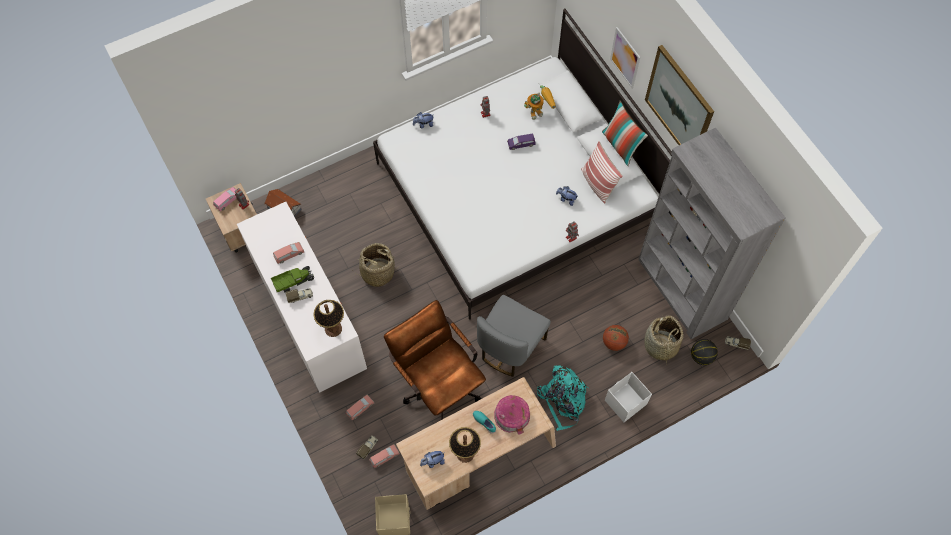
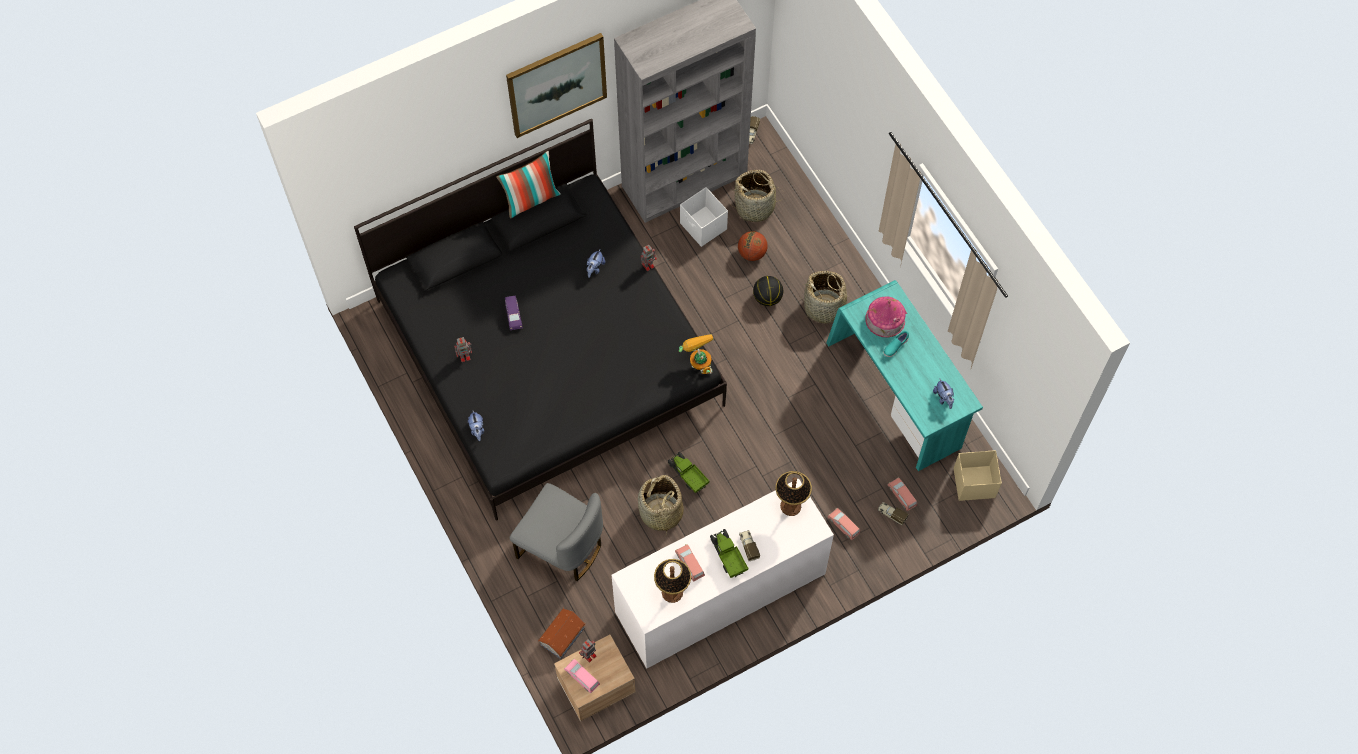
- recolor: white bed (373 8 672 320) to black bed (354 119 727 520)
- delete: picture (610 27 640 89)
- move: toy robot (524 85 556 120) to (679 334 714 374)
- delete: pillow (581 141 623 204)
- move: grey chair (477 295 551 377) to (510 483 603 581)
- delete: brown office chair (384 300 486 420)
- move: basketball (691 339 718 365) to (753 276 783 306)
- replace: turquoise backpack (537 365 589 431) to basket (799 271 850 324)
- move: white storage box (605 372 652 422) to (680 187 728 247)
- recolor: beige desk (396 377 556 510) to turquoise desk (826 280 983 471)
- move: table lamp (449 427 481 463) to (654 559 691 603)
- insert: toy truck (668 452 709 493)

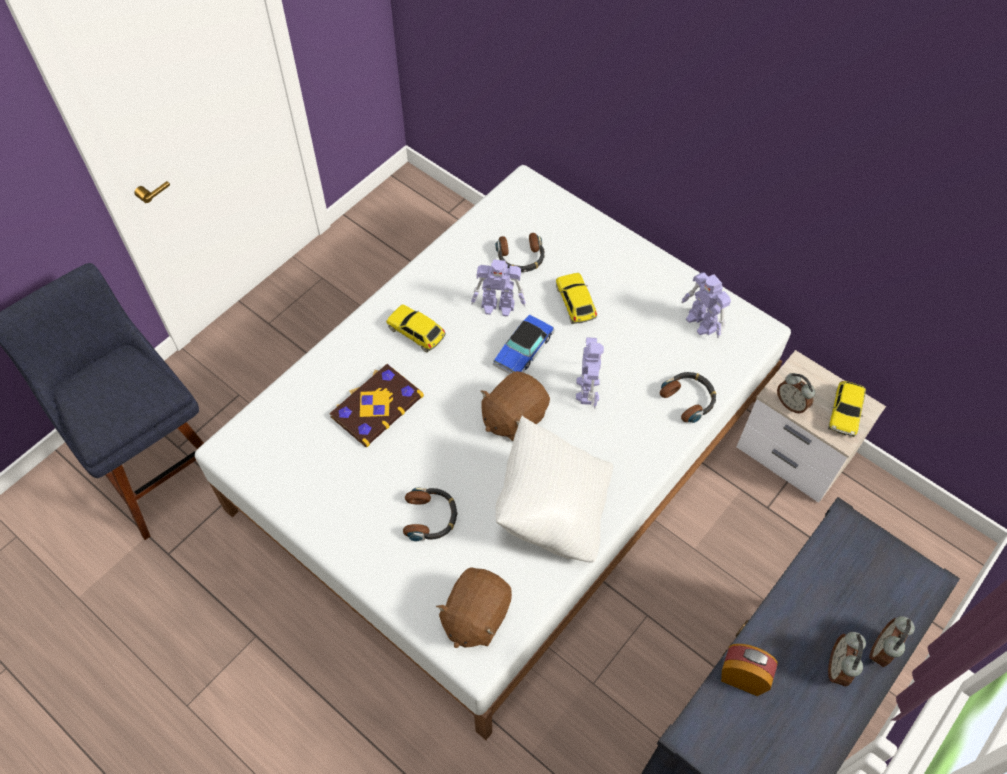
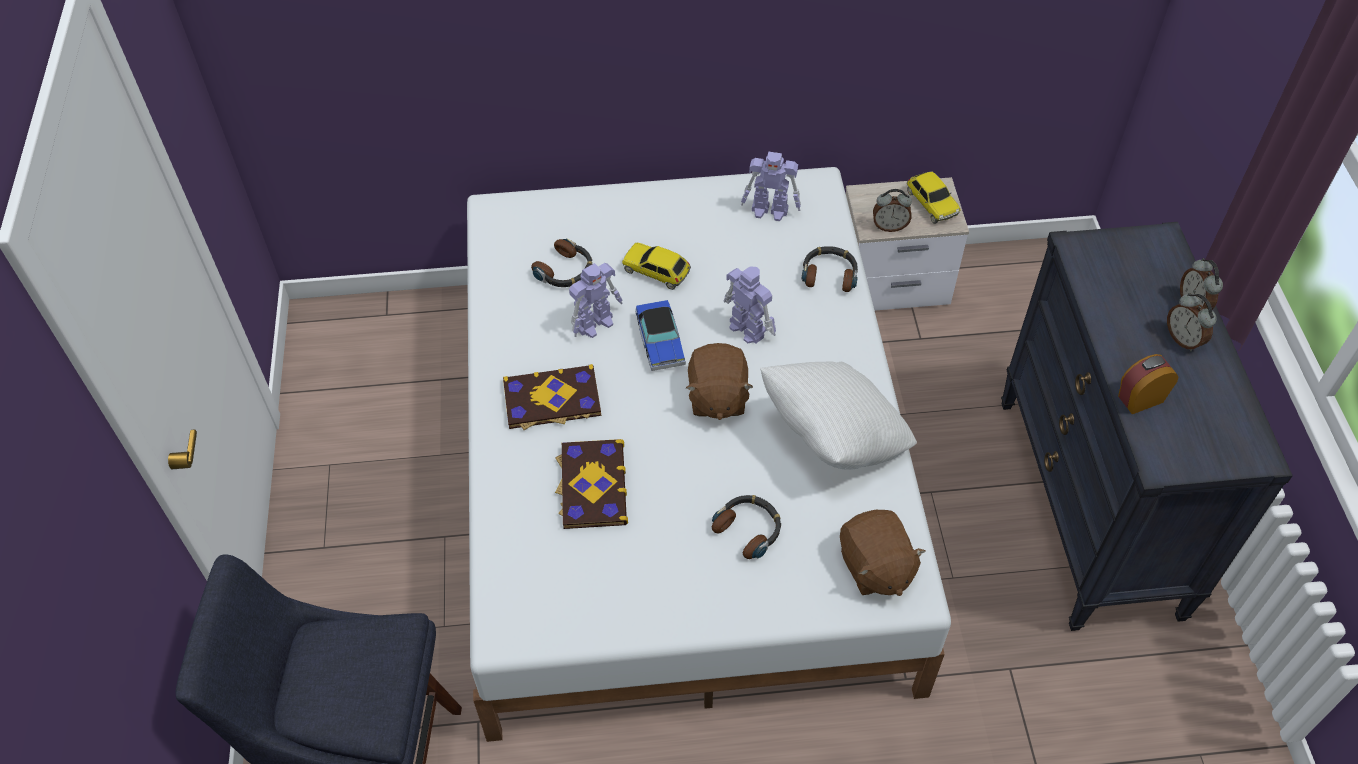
- replace: toy car (386 305 446 352) to book (503 364 601 430)

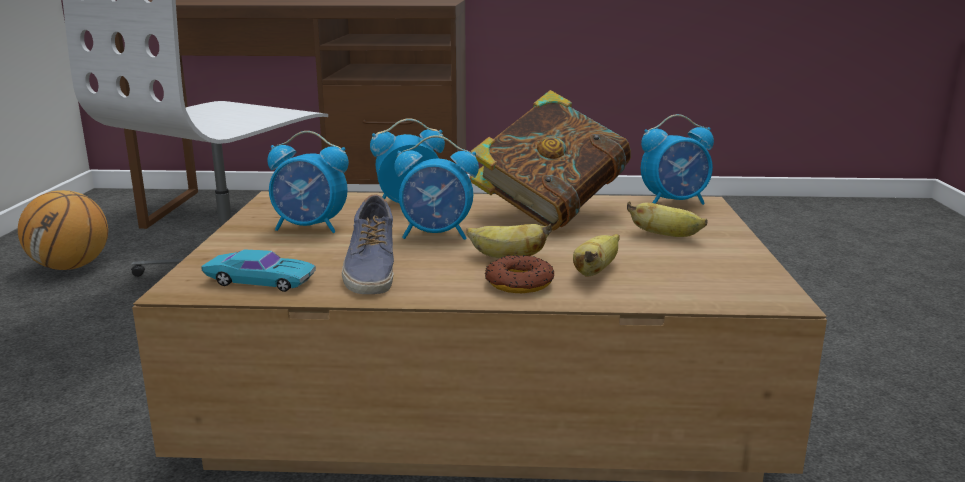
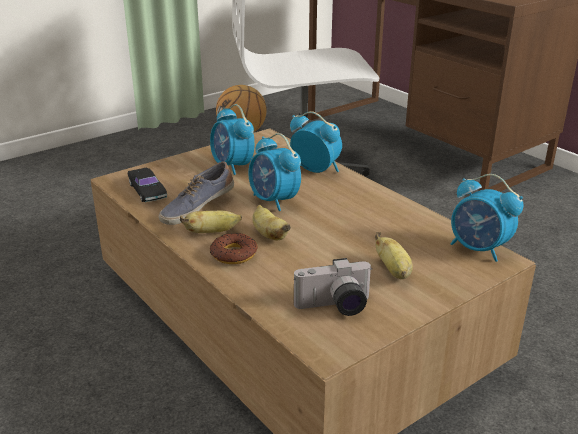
- delete: book (470 90 631 230)
- move: banana (573 234 620 277) to (180 211 242 233)
- recolor: turquoise toy car (201 250 316 292) to black toy car (128 168 167 202)
- insert: photo camera (294 258 373 316)

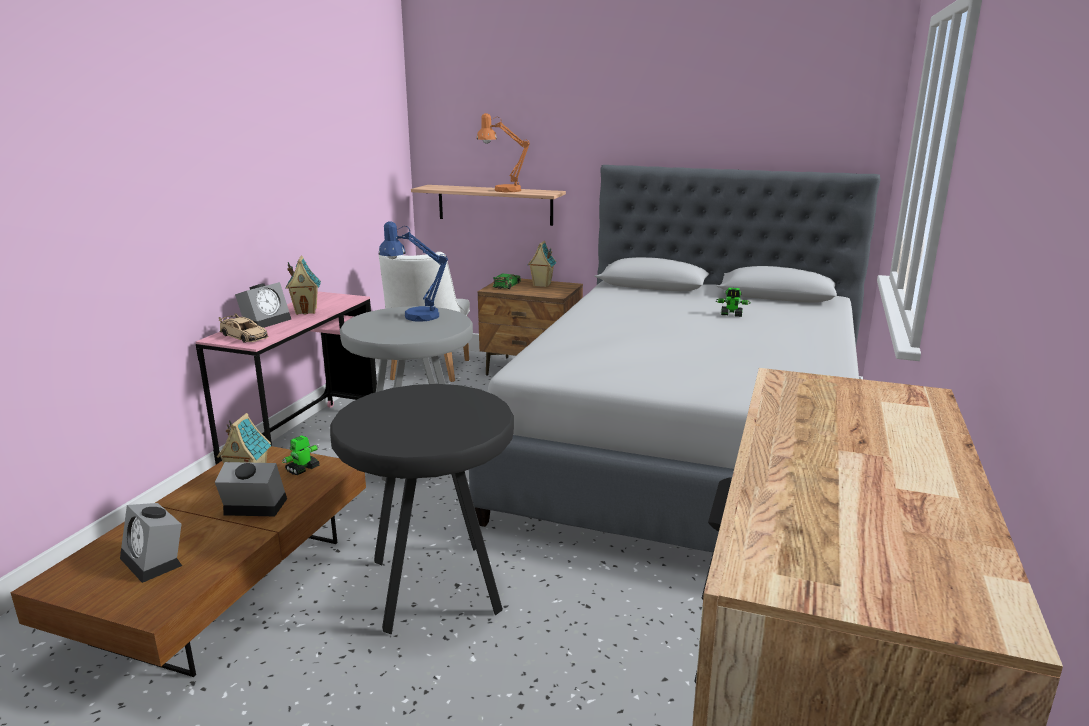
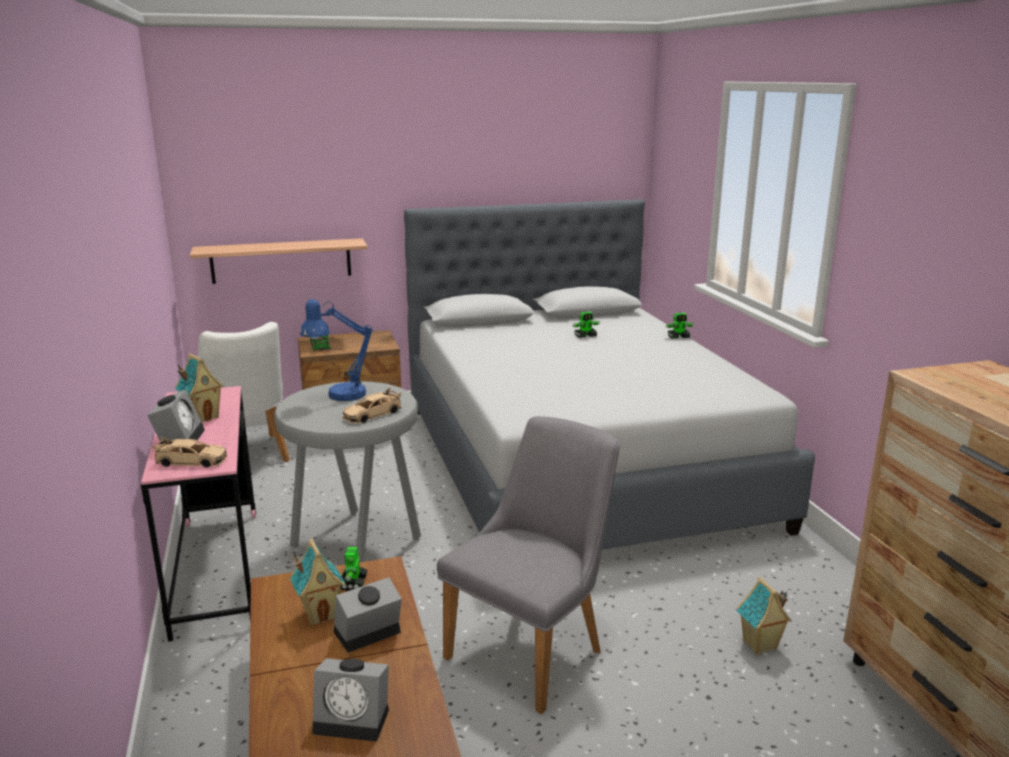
- delete: orange table lamp (477 113 530 192)
- move: toy house (528 241 557 287) to (737 577 792 655)
- replace: black stool (330 384 514 634) to grey chair (437 416 620 714)
- insert: toy robot (665 313 694 339)
- insert: beige toy car (343 388 402 423)

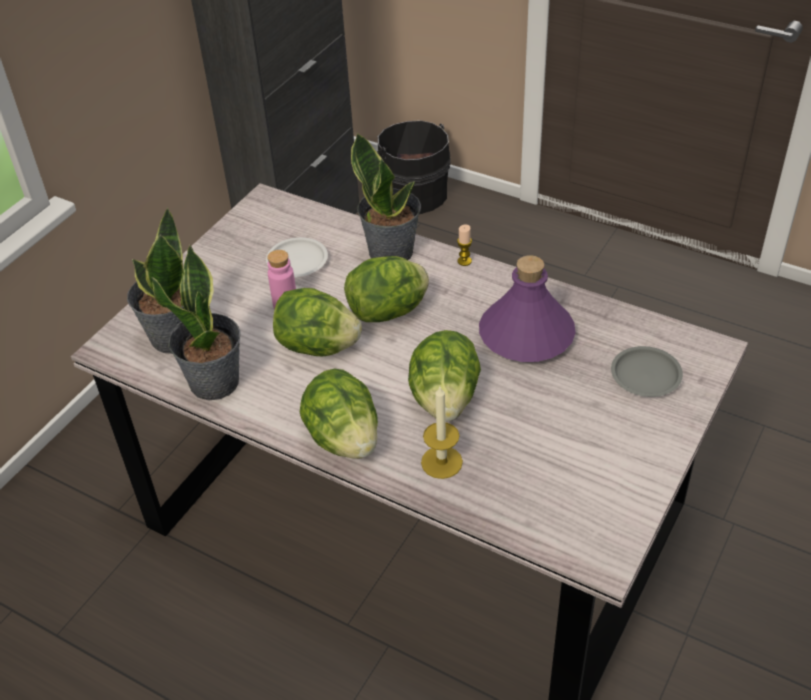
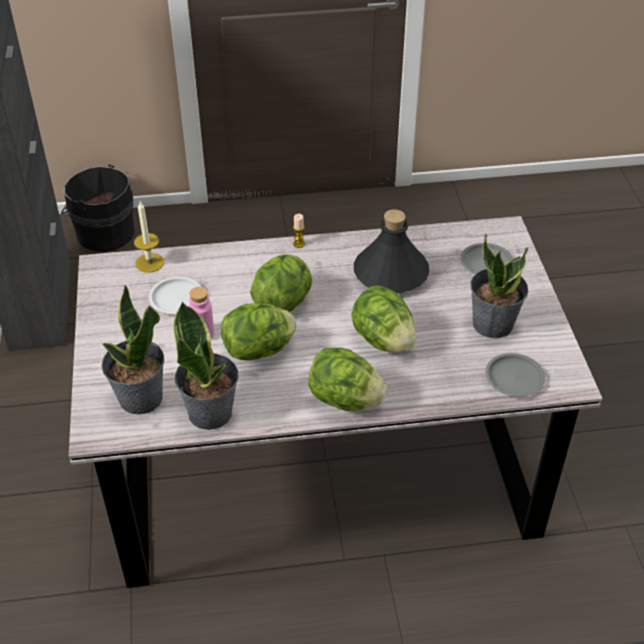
- move: potted plant (351 132 421 260) to (470 233 528 339)
- recolor: purple bottle (479 255 576 362) to black bottle (354 209 429 294)
- move: candle (421 387 463 479) to (134 202 164 273)
- insert: grey plate (485 353 545 397)

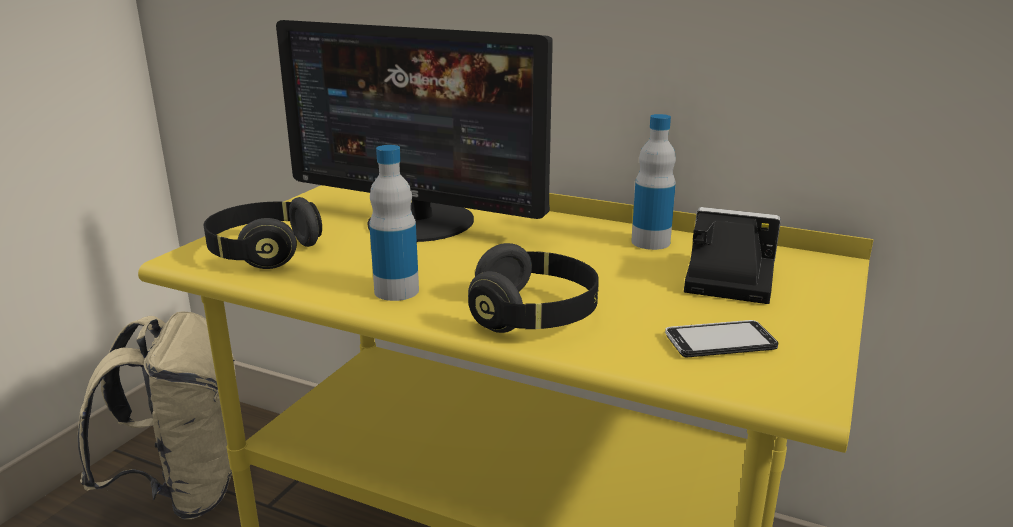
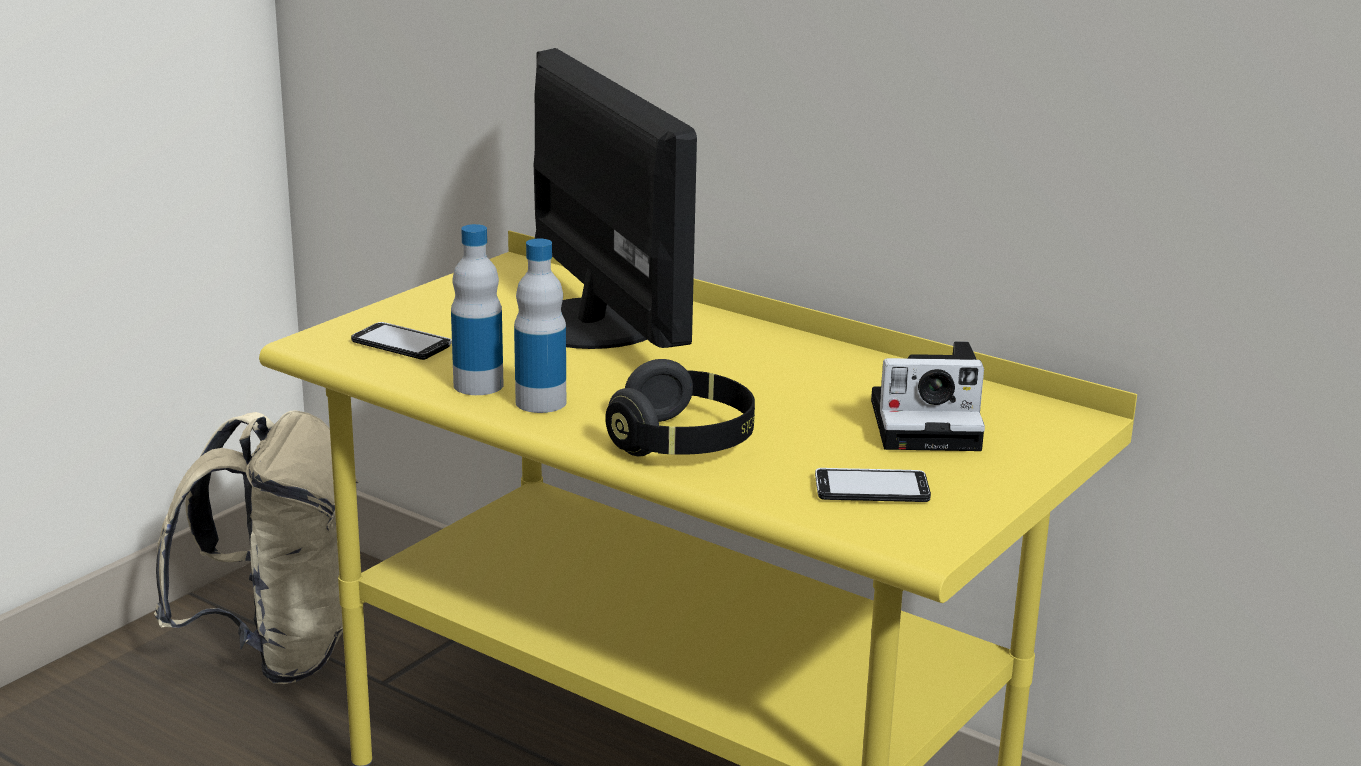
- rotate: monitor (276 20 553 242) = (533 48 697 349) 150 degrees counterclockwise
- move: bottle (631 114 676 250) to (451 224 503 395)
- replace: black headphones (204 197 322 269) to phone (351 322 452 360)
- rotate: photo camera (684 207 781 304) = (871 341 985 451) 150 degrees clockwise

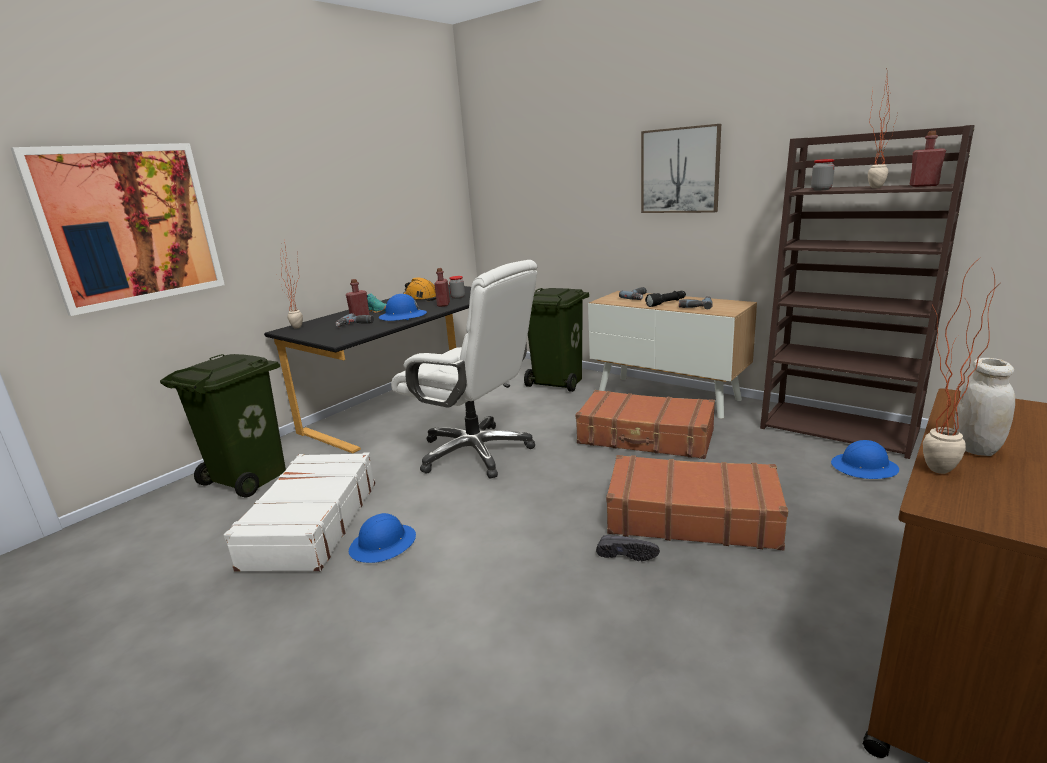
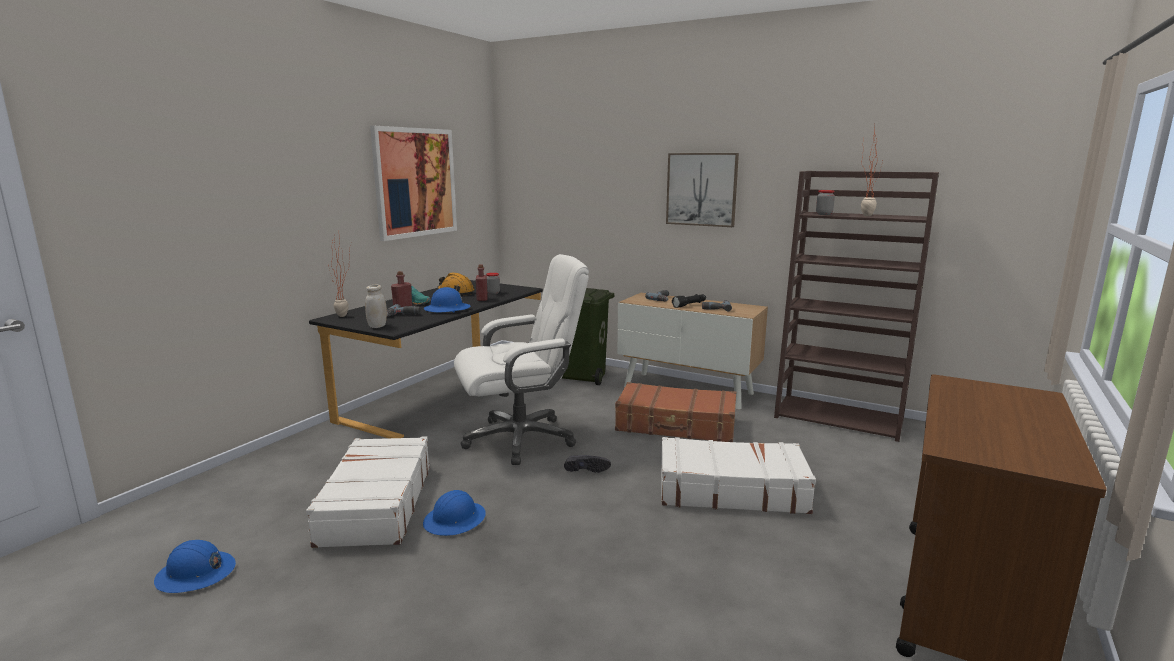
- delete: red bottle (910 131 946 187)
- move: picture (11 143 225 316) to (370 126 457 241)
- delete: potted plant (923 258 998 474)
- rotate: white office chair (391 260 537 478) = (454 254 589 465) 45 degrees counterclockwise
- delete: green trash can (160 354 286 497)
- move: white jar (954 358 1015 456) to (365 285 387 328)
- move: blue hard hat (831 440 899 479) to (154 540 236 593)
- recolor: brown suitcase (606 455 788 550) to white suitcase (661 437 816 514)
- move: black shoe (596 535 660 561) to (564 455 611 473)

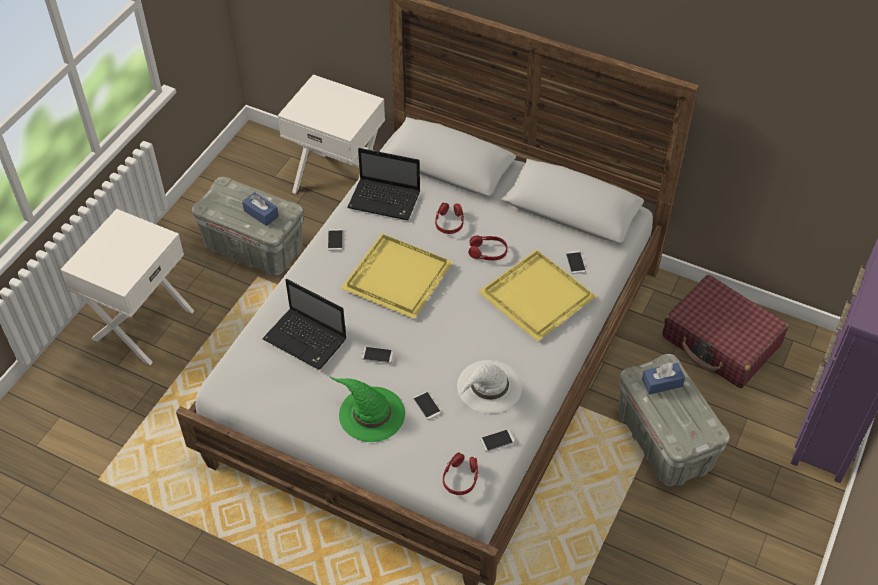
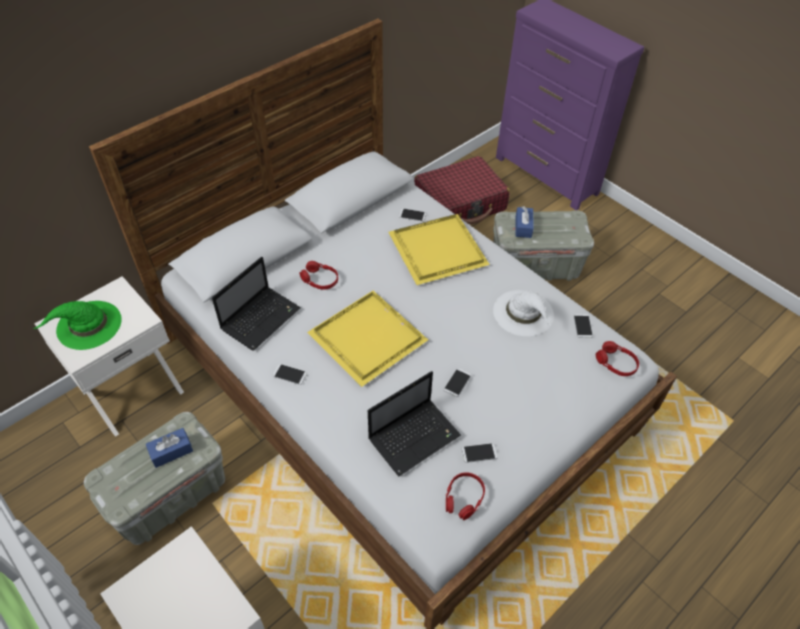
- move: red headphones (468 235 507 261) to (445 472 485 520)
- move: green hat (329 376 405 442) to (33 301 122 350)
- move: phone (413 391 441 420) to (461 443 498 463)

